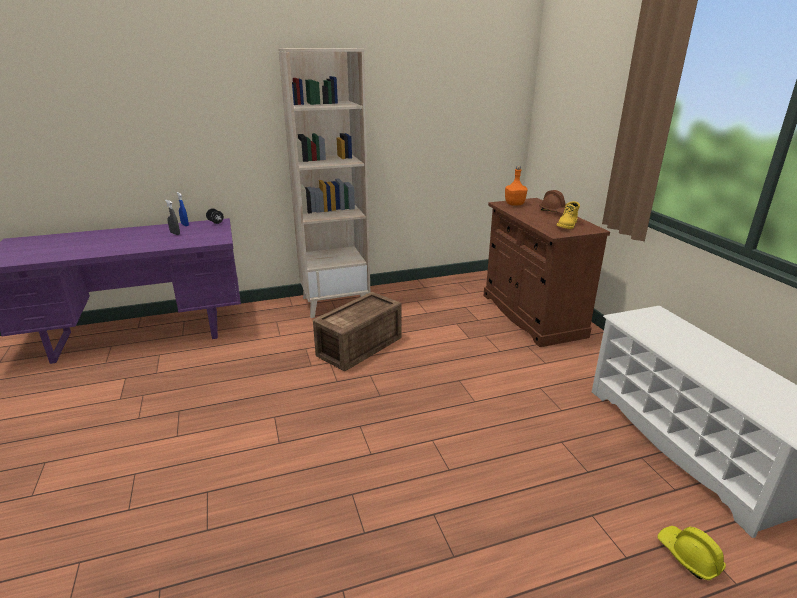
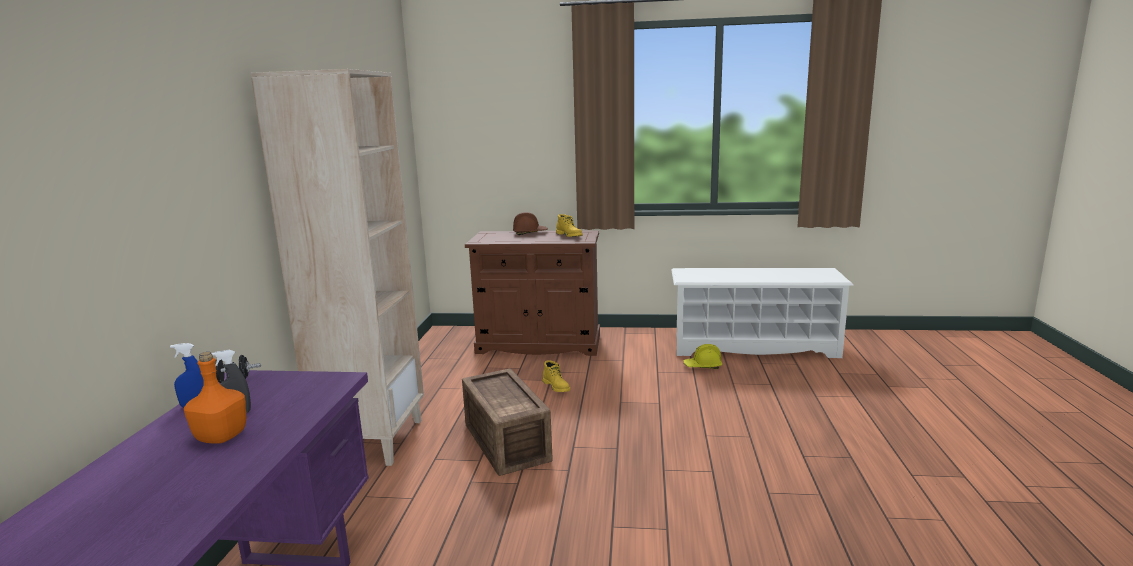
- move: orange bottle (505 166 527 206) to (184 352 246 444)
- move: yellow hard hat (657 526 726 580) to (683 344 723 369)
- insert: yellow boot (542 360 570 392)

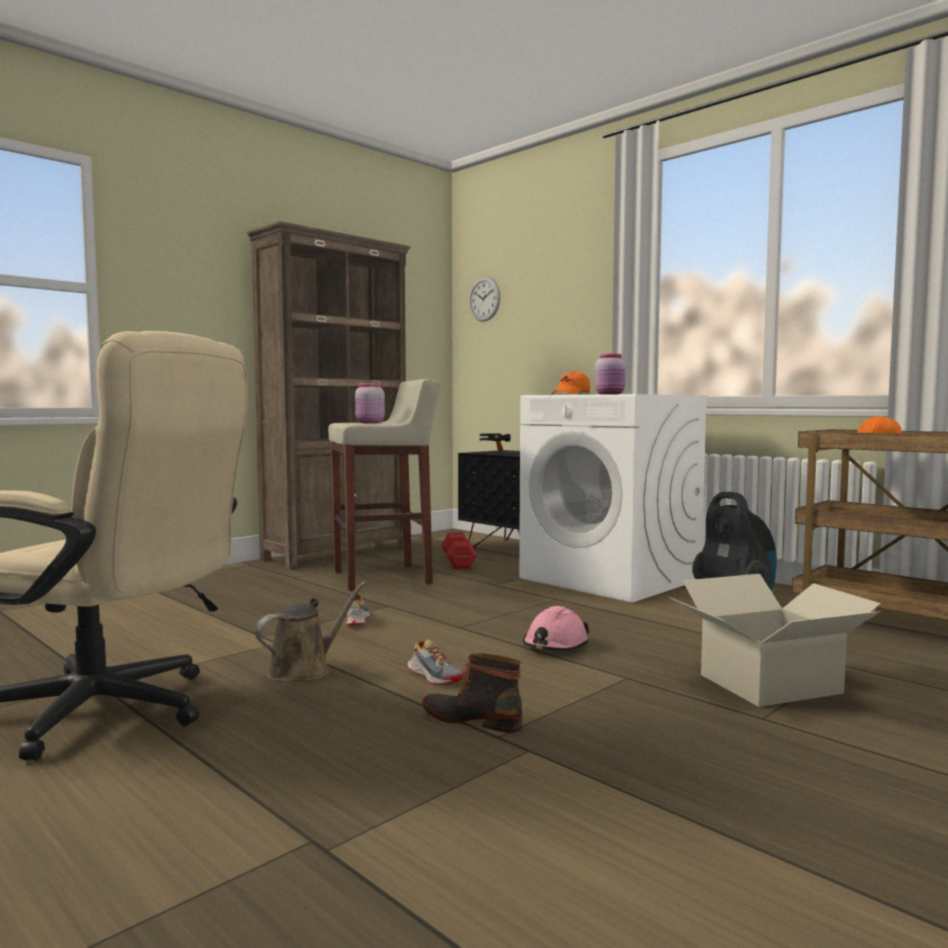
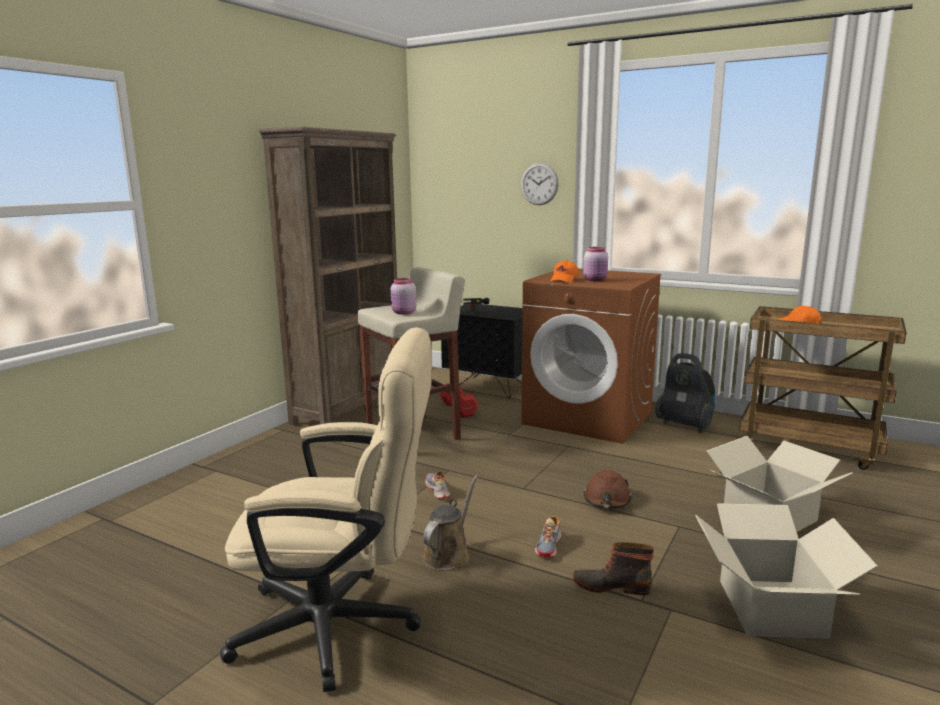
- move: wall clock (469 277 500 322) to (521 163 559 205)
- recolor: white washing machine (519 394 709 603) to brown washing machine (521 269 661 444)
- recolor: pink hard hat (523 606 590 651) to brown hard hat (584 470 632 509)
- rotate: shoe (408 640 464 685) = (535 516 562 558) 75 degrees clockwise
- insert: cardboard box (695 503 878 639)

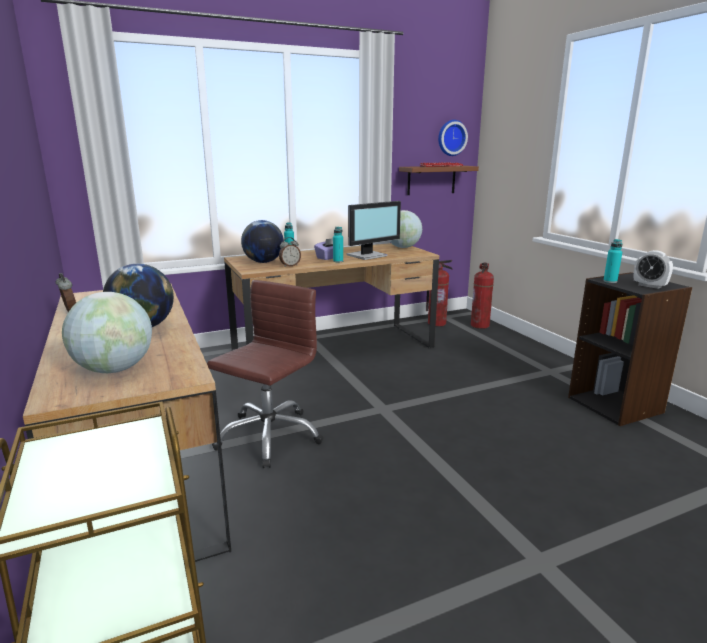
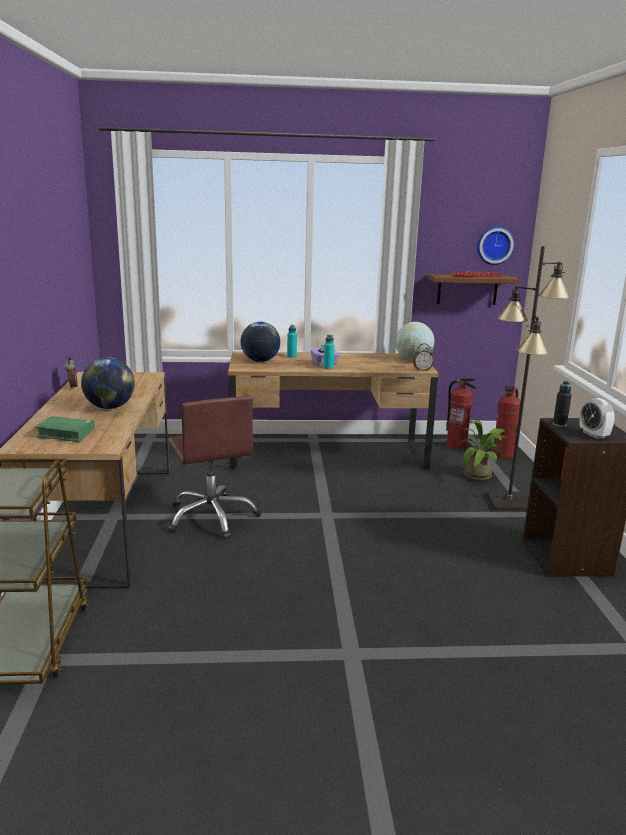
- delete: monitor (347 201 401 260)
- move: alarm clock (279 237 301 267) to (413 344 434 371)
- recolor: turquoise bottle (603 239 622 283) to black bottle (553 381 572 427)
- rotate: brown office chair (207 280 323 468) = (168 396 261 539) 105 degrees clockwise
- replace: globe (62 292 152 373) to green book (35 416 94 442)
- insert: black floor lamp (486 246 571 512)
- insert: potted plant (460 420 507 481)

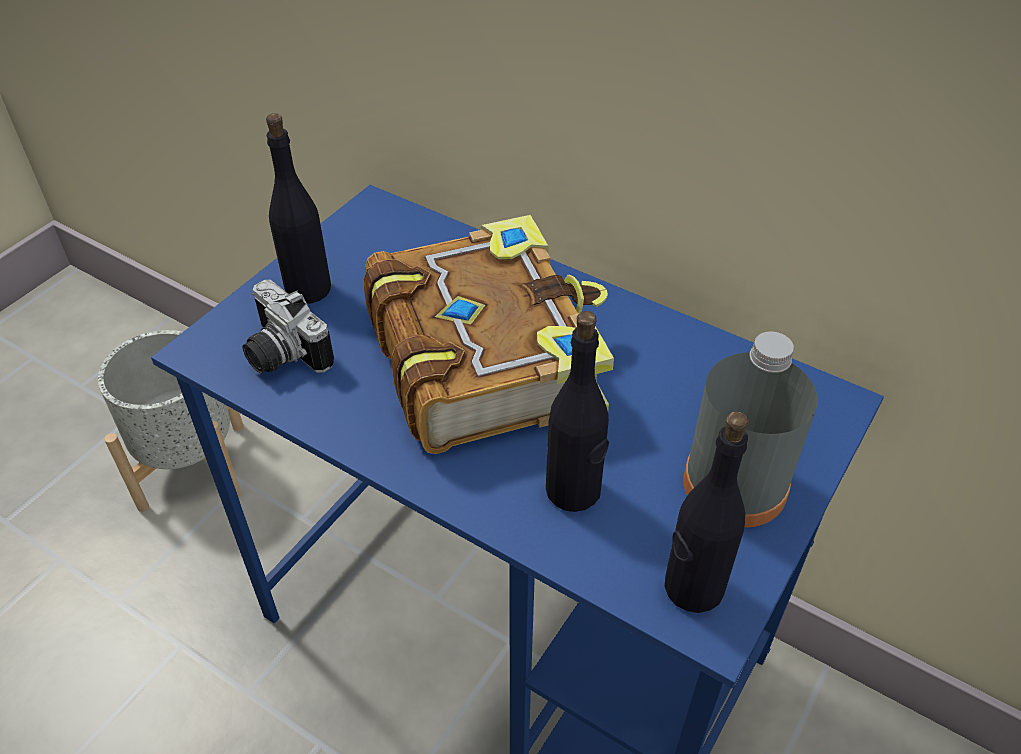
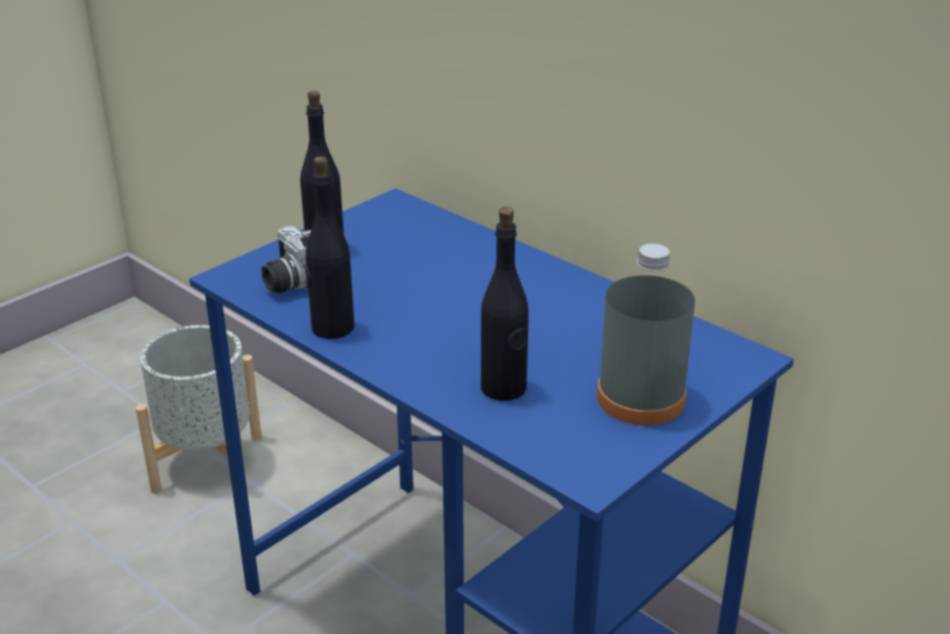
- delete: book (364 215 614 454)
- move: black bottle (665 411 749 613) to (304 156 354 339)

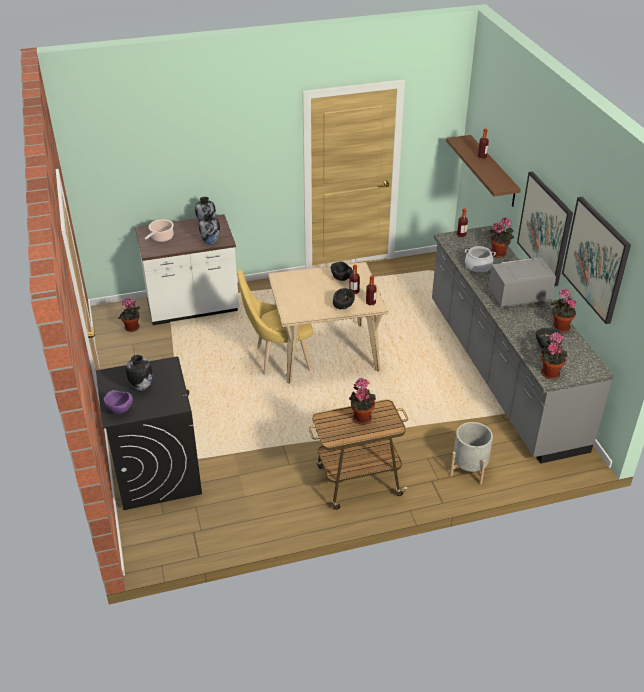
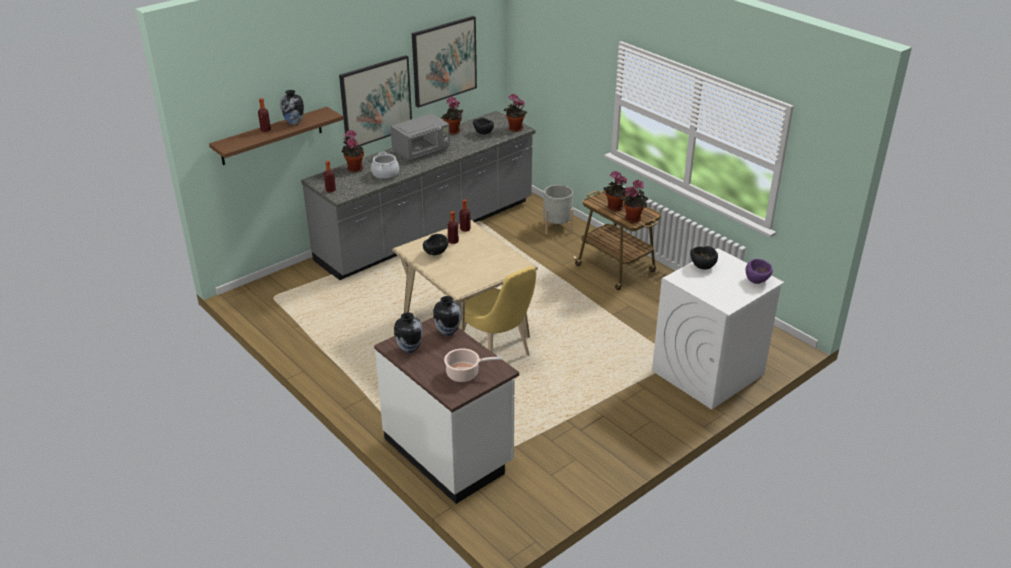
- rotate: grey microwave (489 258 556 307) = (390 113 450 162) 90 degrees counterclockwise
- move: black bowl (333 288 355 310) to (690 246 718 270)
- move: potted plant (118 298 140 332) to (621 180 648 223)
- move: vase (126 355 153 391) to (280 90 304 125)
- recolor: black washing machine (96 356 202 510) to white washing machine (652 248 784 410)

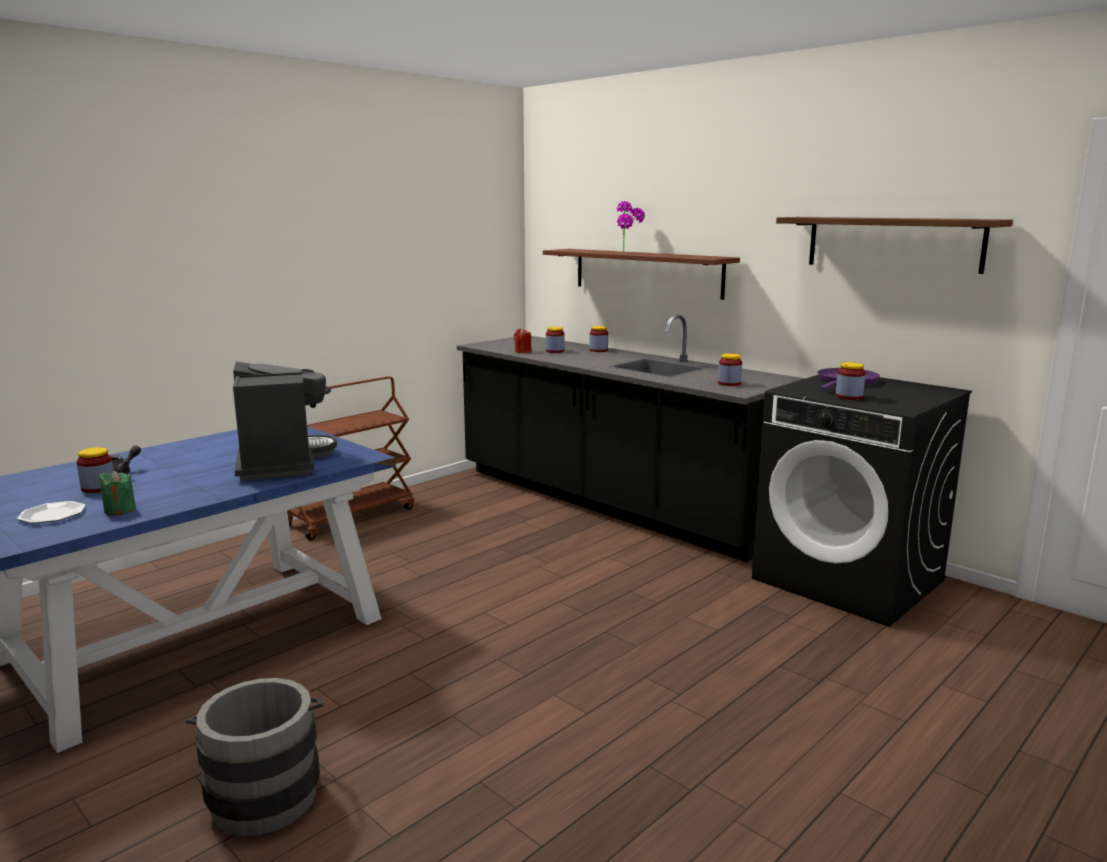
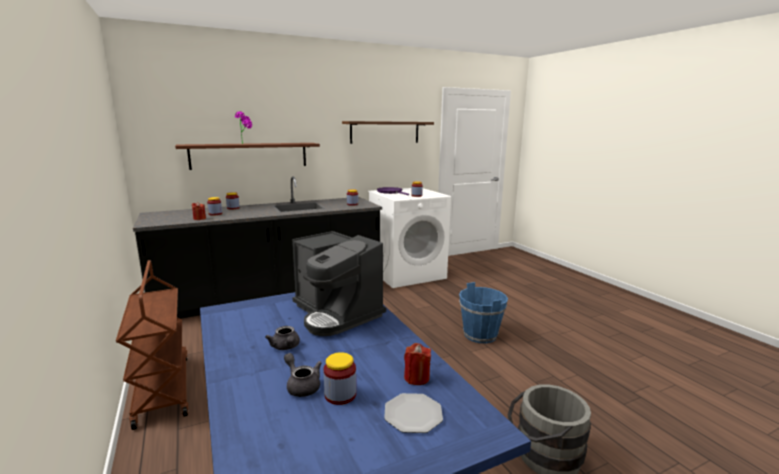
- rotate: coffee machine (233 362 337 481) = (292 231 386 336) 135 degrees counterclockwise
- recolor: black washing machine (752 375 972 627) to white washing machine (368 188 451 288)
- recolor: green candle (99 471 136 515) to red candle (404 343 431 385)
- insert: blue bucket (459 282 508 343)
- insert: grey teapot (265 326 300 350)

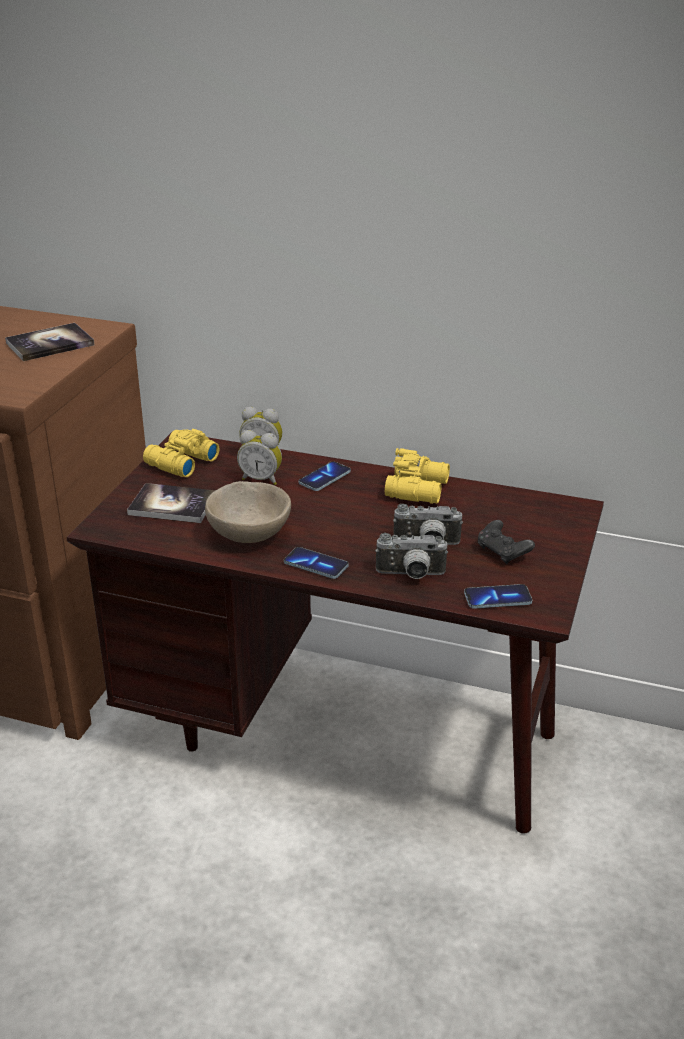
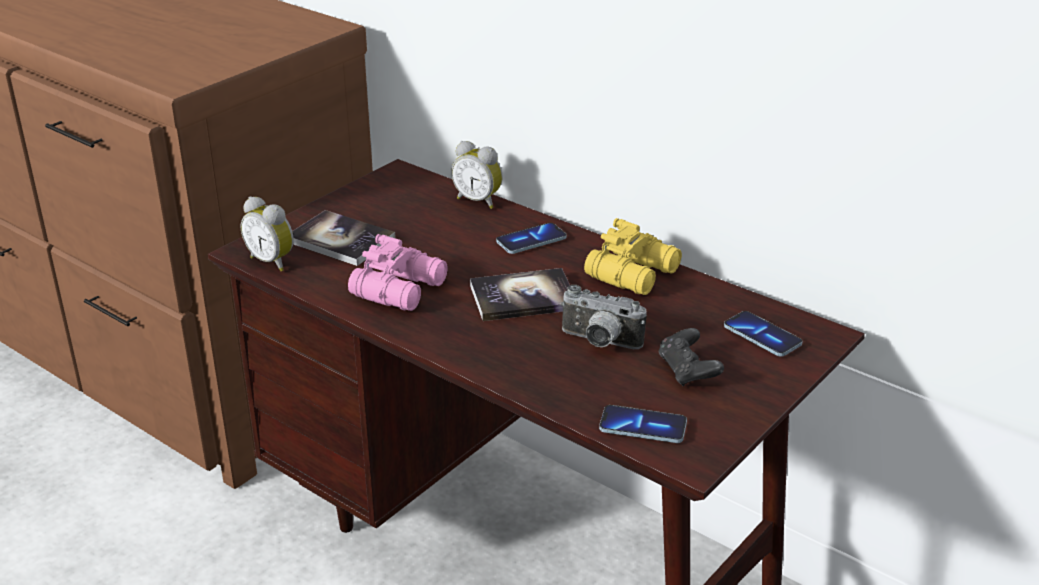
- move: book (5 323 95 361) to (470 268 570 321)
- delete: yellow binoculars (143 429 219 477)
- move: alarm clock (237 430 282 485) to (241 196 294 271)
- replace: beige bowl (205 481 291 543) to pink binoculars (348 234 448 311)
- delete: photo camera (375 533 448 579)
- move: phone (284 547 349 579) to (724 311 803 357)

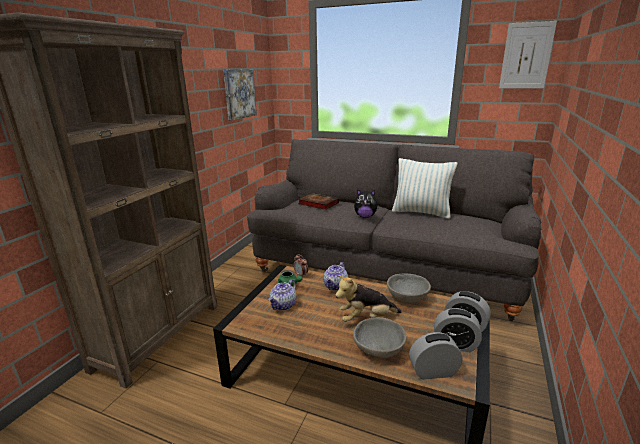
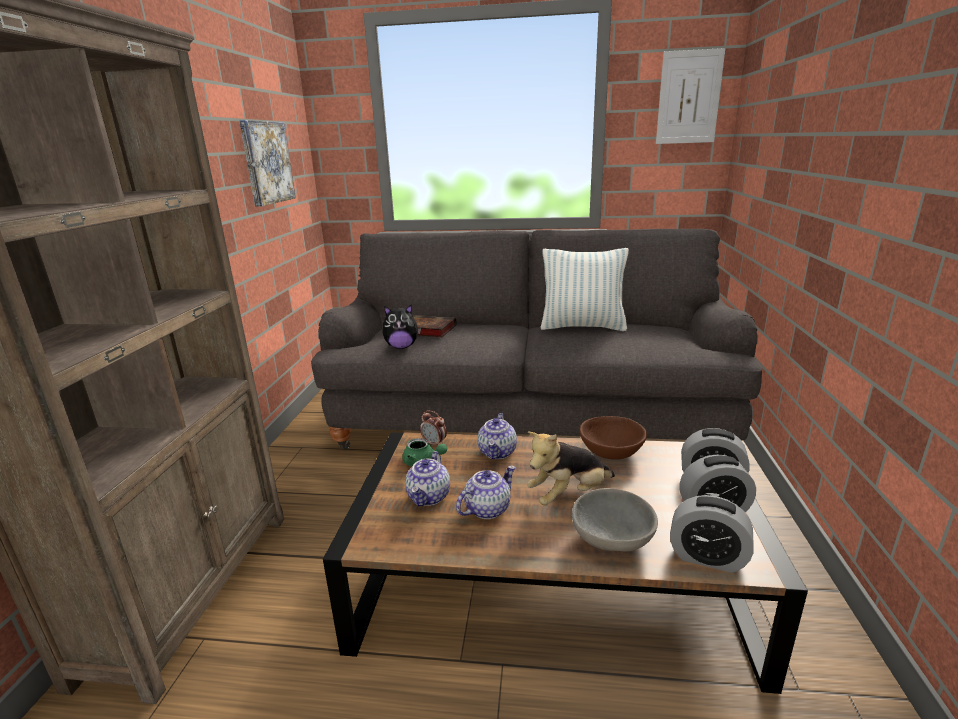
- move: plush toy (354 189 379 218) to (382 305 421 349)
- recolor: grey bowl (387 273 431 303) to brown bowl (580 416 647 460)
- rotate: alarm clock (409 332 462 380) = (670 495 754 573) 135 degrees counterclockwise
- insert: teapot (456 466 515 519)

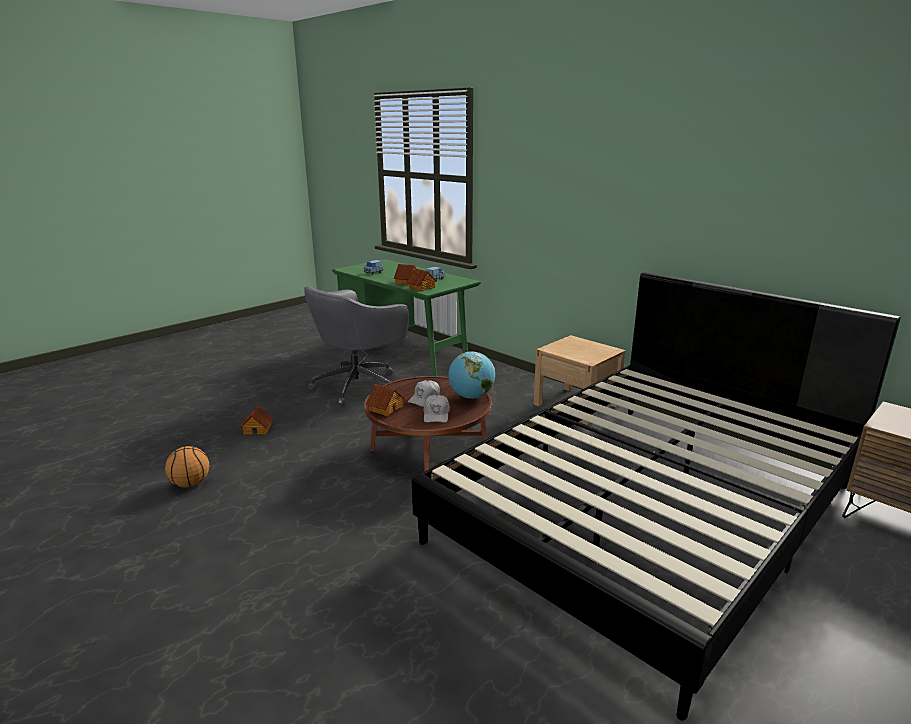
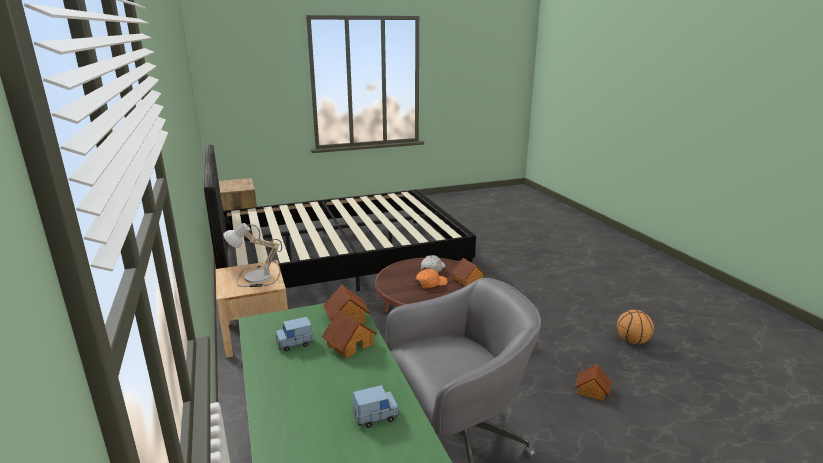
- delete: globe (448 352 495 399)
- recolor: white cap (408 380 440 407) to orange cap (415 269 448 289)
- insert: table lamp (223 223 282 287)

